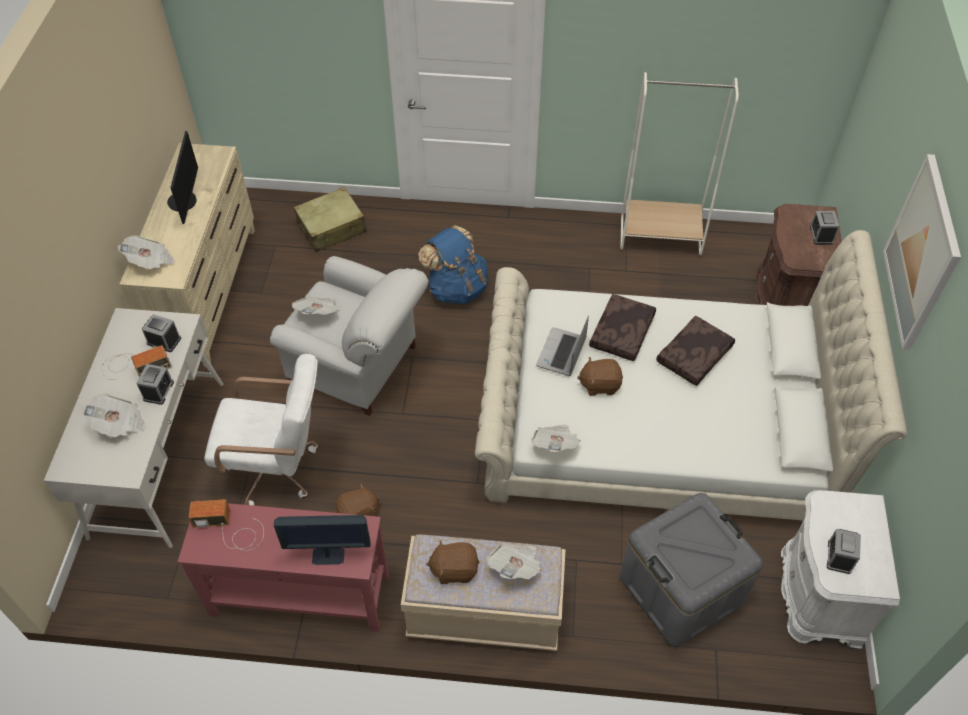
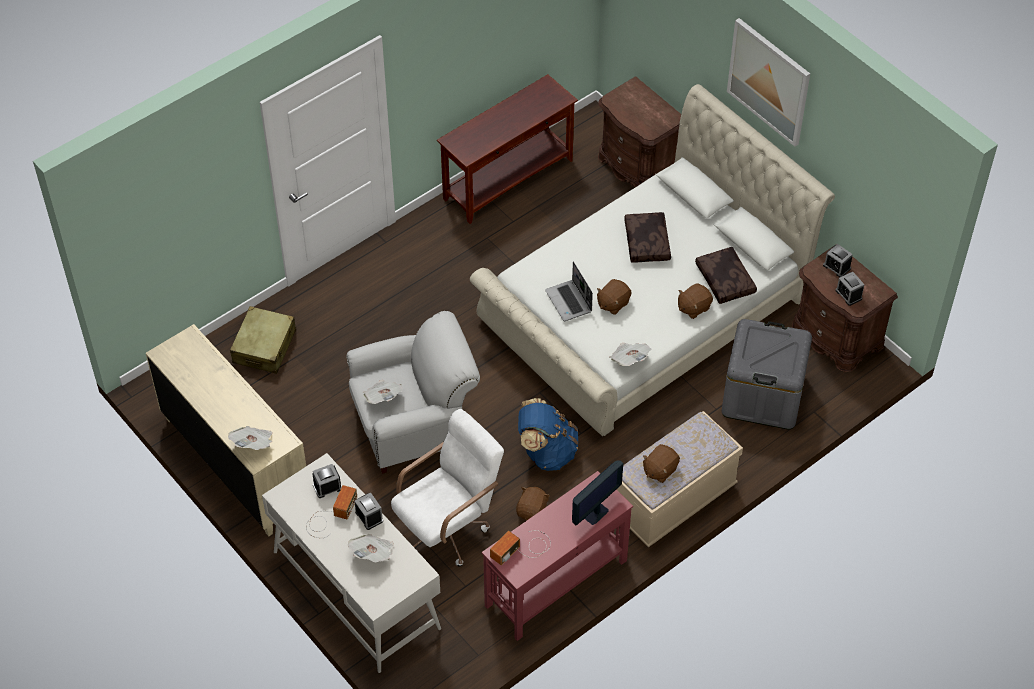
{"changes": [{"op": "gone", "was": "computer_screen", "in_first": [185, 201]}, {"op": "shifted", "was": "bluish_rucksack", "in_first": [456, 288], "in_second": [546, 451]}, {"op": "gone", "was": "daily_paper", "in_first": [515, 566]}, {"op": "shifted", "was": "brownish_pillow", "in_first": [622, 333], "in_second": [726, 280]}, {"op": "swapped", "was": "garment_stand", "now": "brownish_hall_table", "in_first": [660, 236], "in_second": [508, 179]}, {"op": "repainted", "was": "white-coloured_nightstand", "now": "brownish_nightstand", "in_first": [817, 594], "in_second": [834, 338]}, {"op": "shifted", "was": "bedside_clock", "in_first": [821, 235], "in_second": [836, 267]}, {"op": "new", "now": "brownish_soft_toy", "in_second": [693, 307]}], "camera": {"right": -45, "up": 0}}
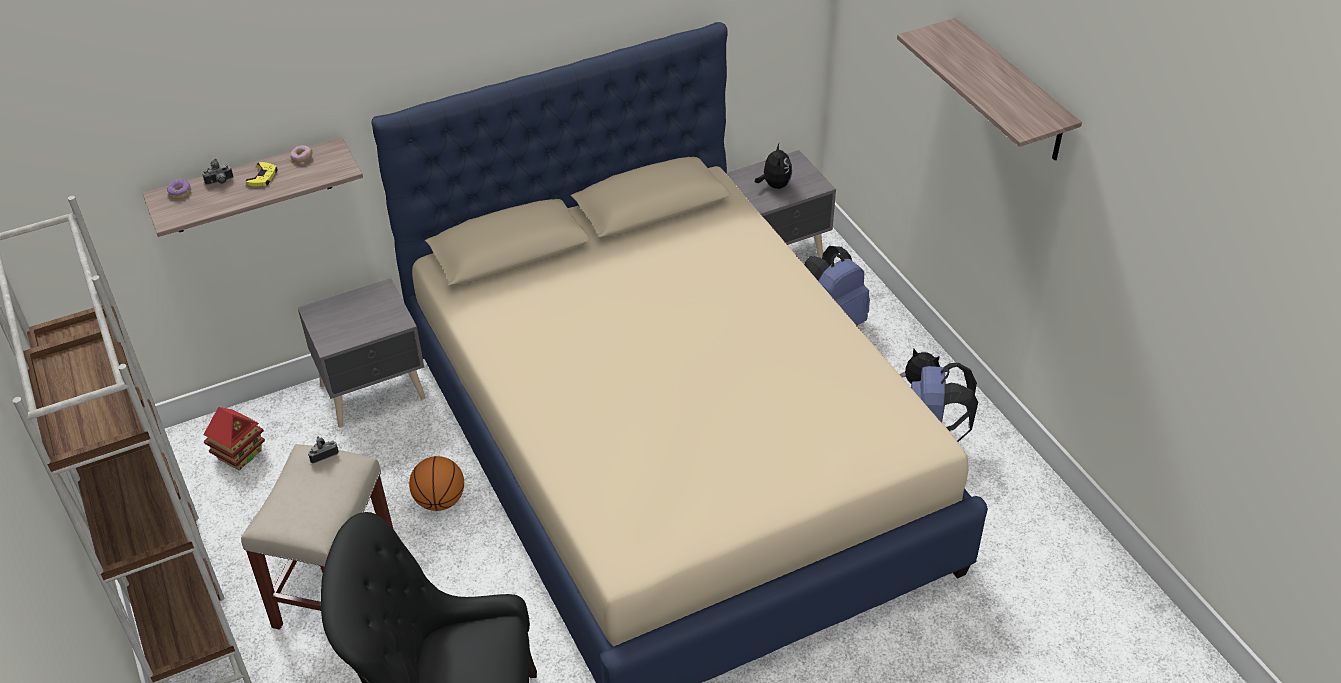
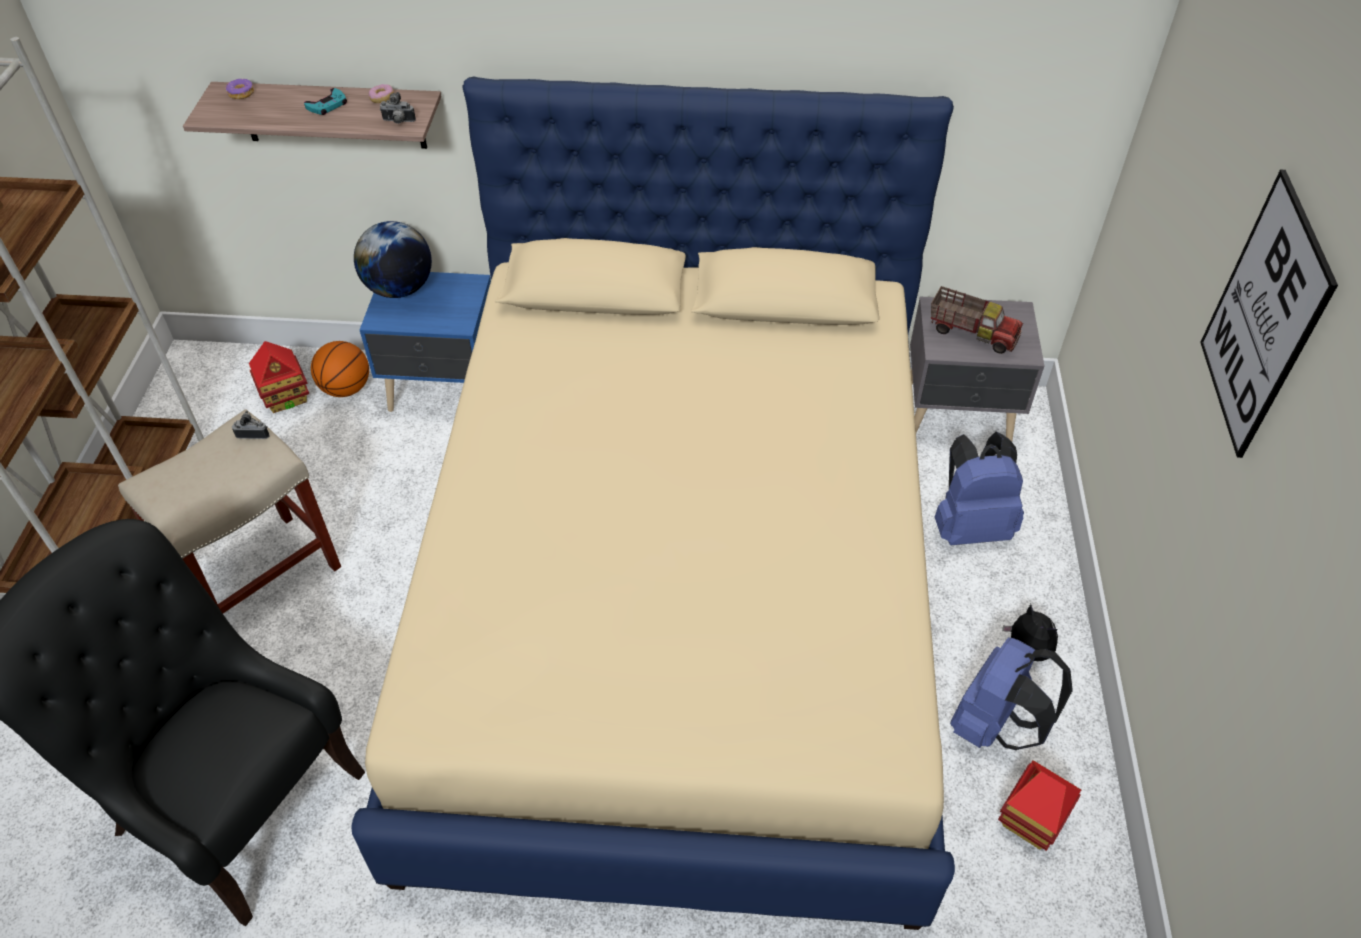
{"changes": [{"op": "shifted", "was": "photo_camera", "in_first": [220, 182], "in_second": [398, 122]}, {"op": "repainted", "was": "yellow-coloured_game_controller", "now": "turquoise-coloured_game_controller", "in_first": [263, 177], "in_second": [328, 105]}, {"op": "repainted", "was": "gray_nightstand", "now": "bluish_nightstand", "in_first": [375, 393], "in_second": [446, 390]}, {"op": "shifted", "was": "basketball", "in_first": [440, 500], "in_second": [346, 388]}, {"op": "swapped", "was": "soft_toy", "now": "model_truck", "in_first": [774, 185], "in_second": [972, 332]}, {"op": "swapped", "was": "wall_shelf", "now": "wall_picture", "in_first": [1011, 92], "in_second": [1263, 317]}, {"op": "new", "now": "world_globe", "in_second": [400, 289]}, {"op": "new", "now": "toy_house", "in_second": [1031, 820]}], "camera": {"right": 30, "up": 5}}
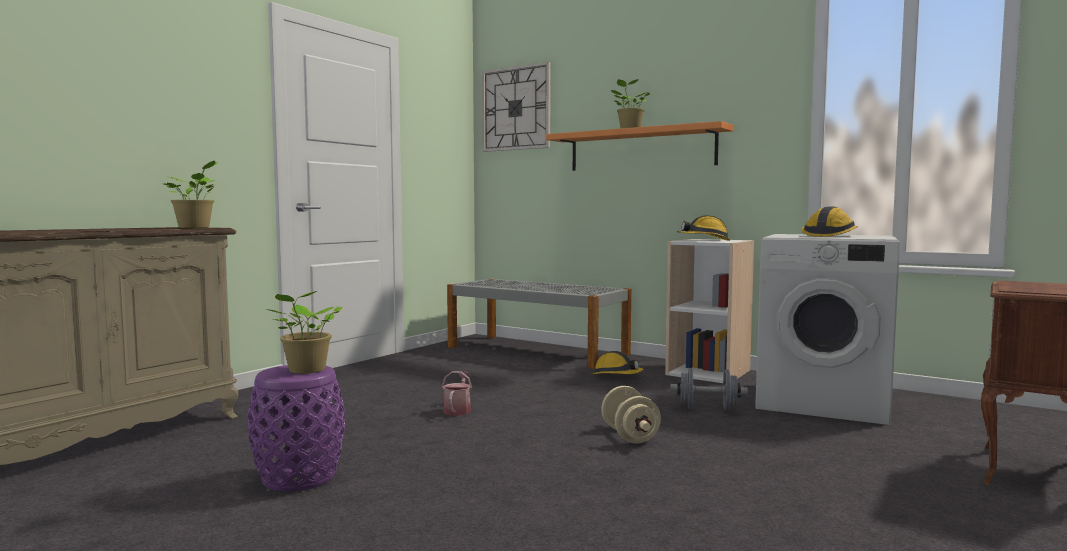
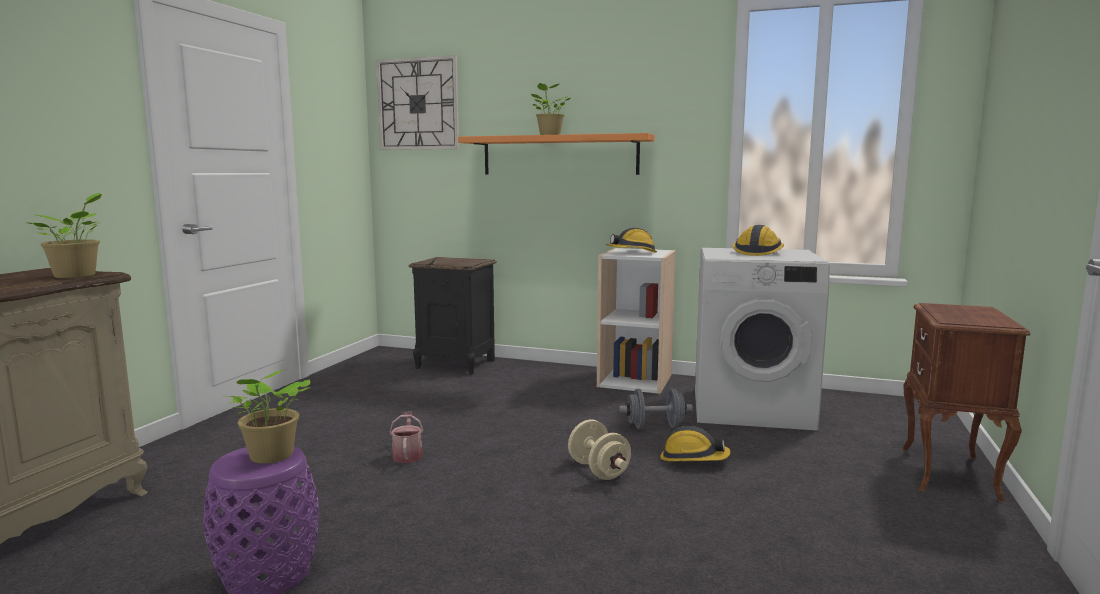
{"changes": [{"op": "swapped", "was": "gray_bench", "now": "black-coloured_nightstand", "in_first": [537, 351], "in_second": [455, 365]}, {"op": "shifted", "was": "hard_hat", "in_first": [616, 376], "in_second": [693, 459]}], "camera": {"right": -15, "up": 5}}
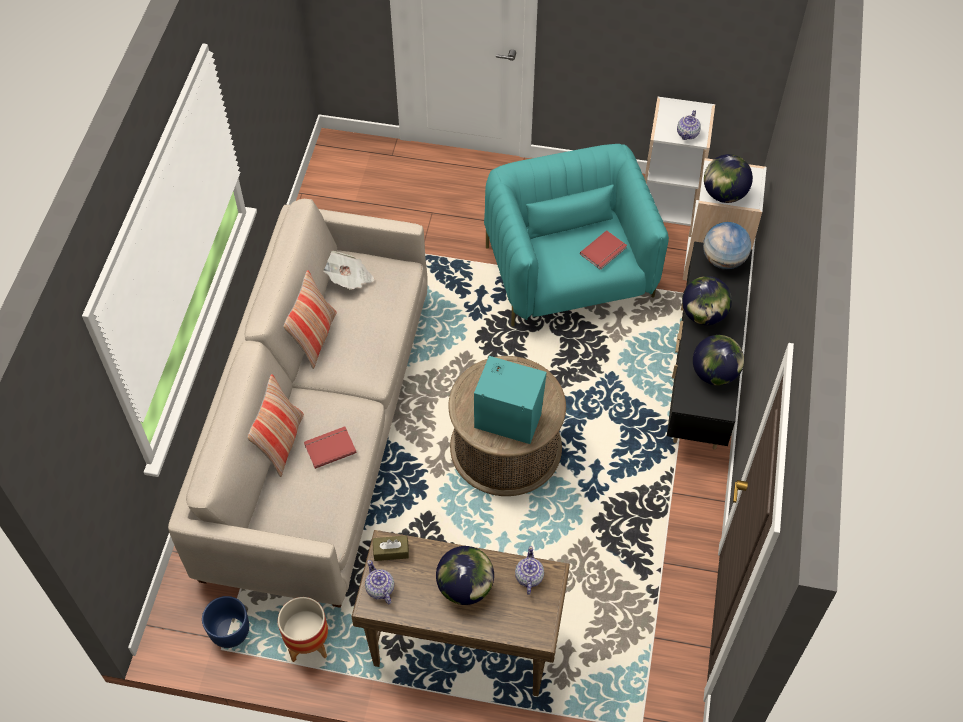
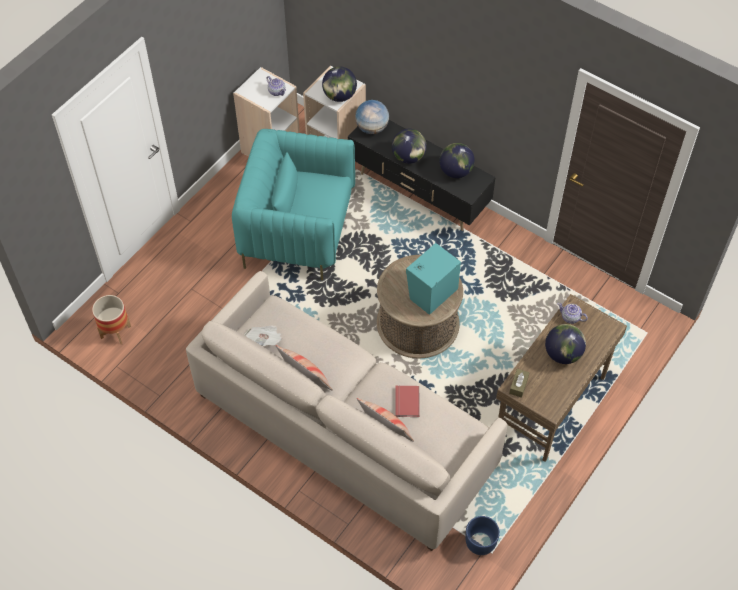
{"changes": [{"op": "shifted", "was": "plant_pot", "in_first": [308, 644], "in_second": [115, 332]}, {"op": "gone", "was": "teapot", "in_first": [380, 589]}, {"op": "gone", "was": "red-coloured_bound_book", "in_first": [604, 251]}], "camera": {"right": -65, "up": 0}}
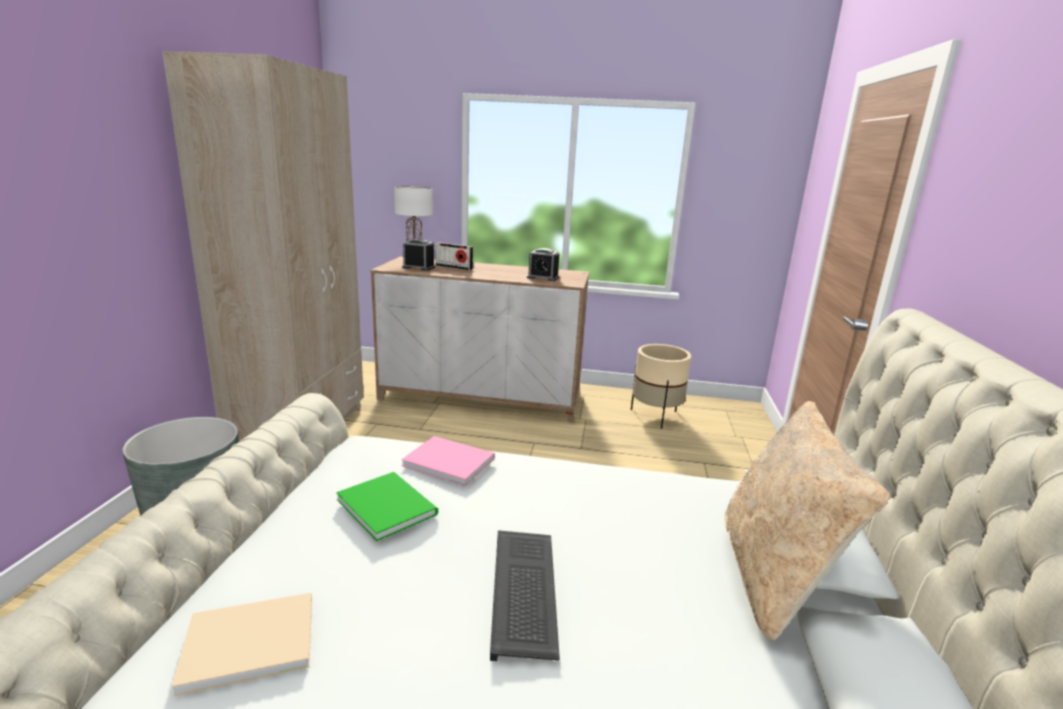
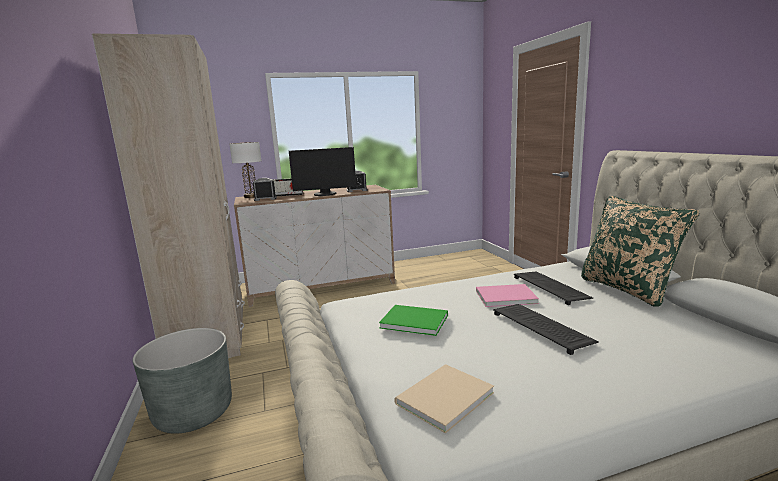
{"changes": [{"op": "shifted", "was": "pinkish_bound_book", "in_first": [448, 461], "in_second": [503, 296]}, {"op": "gone", "was": "sand-coloured_plant_pot", "in_first": [656, 416]}, {"op": "repainted", "was": "sand-coloured_pillow", "now": "greenish_pillow", "in_first": [770, 584], "in_second": [627, 291]}, {"op": "new", "now": "computer_screen", "in_second": [325, 194]}, {"op": "new", "now": "computer_keyboard", "in_second": [551, 288]}], "camera": {"right": -25, "up": -5}}
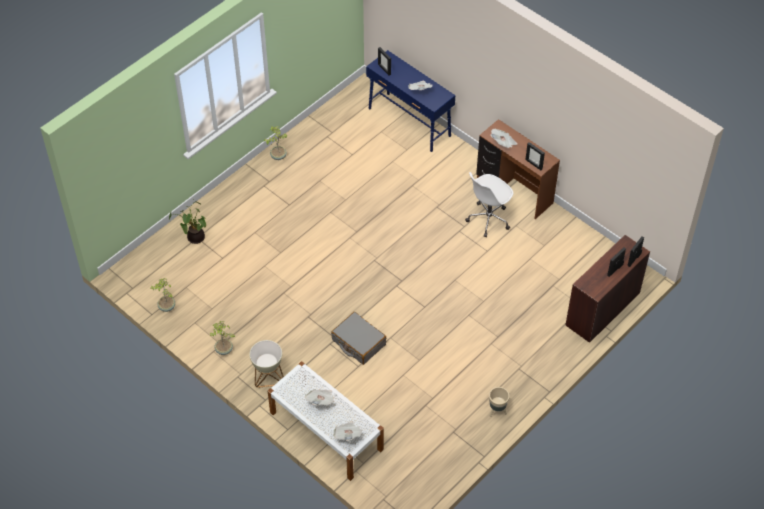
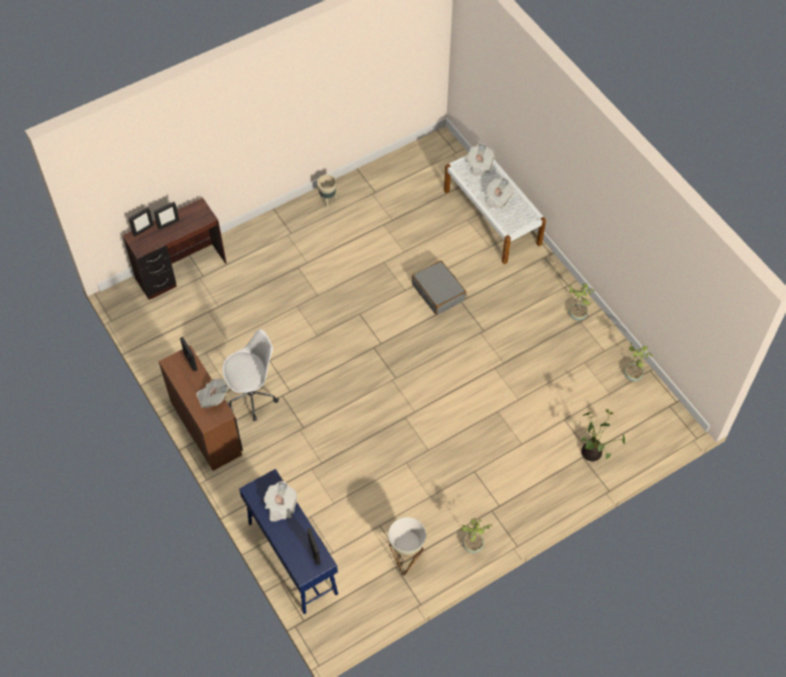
{"changes": [{"op": "shifted", "was": "plant_pot", "in_first": [268, 378], "in_second": [406, 556]}], "camera": {"right": -165, "up": 5}}
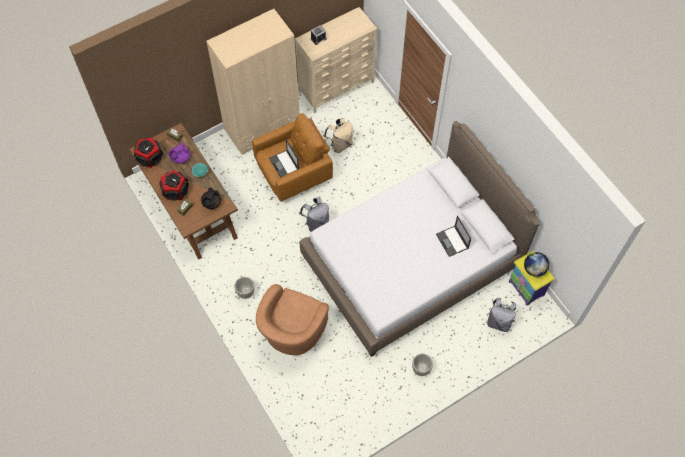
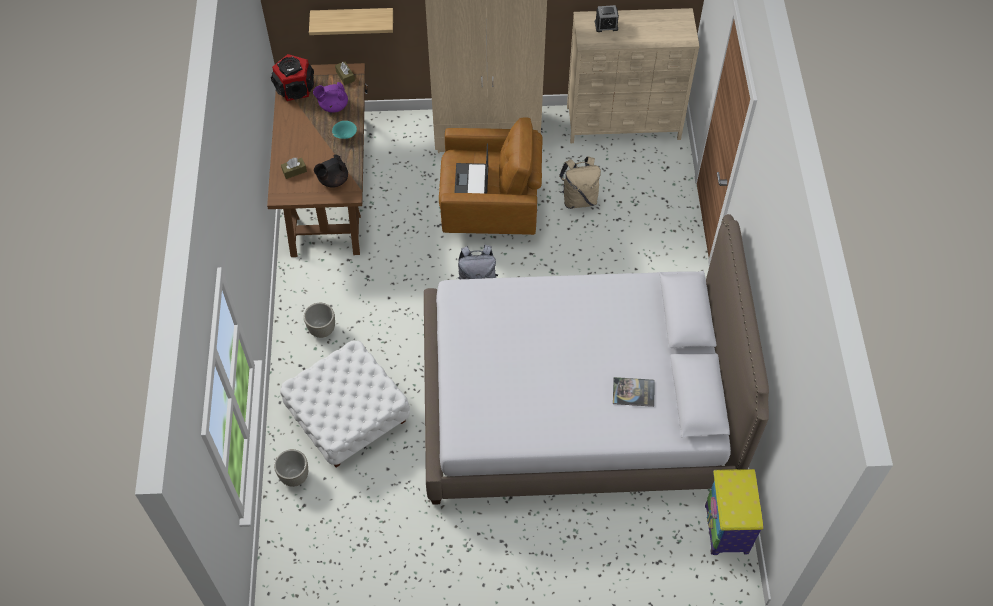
{"changes": [{"op": "gone", "was": "loudspeaker", "in_first": [175, 190]}, {"op": "swapped", "was": "brownish_easy_chair", "now": "white-coloured_footrest", "in_first": [292, 332], "in_second": [348, 414]}, {"op": "shifted", "was": "gray_plant_pot", "in_first": [421, 369], "in_second": [294, 476]}, {"op": "swapped", "was": "portable_computer", "now": "bound_book", "in_first": [452, 241], "in_second": [633, 392]}, {"op": "gone", "was": "gray_rucksack", "in_first": [499, 321]}, {"op": "gone", "was": "world_globe", "in_first": [534, 269]}, {"op": "new", "now": "wall_shelf", "in_second": [352, 19]}], "camera": {"right": 30, "up": -5}}
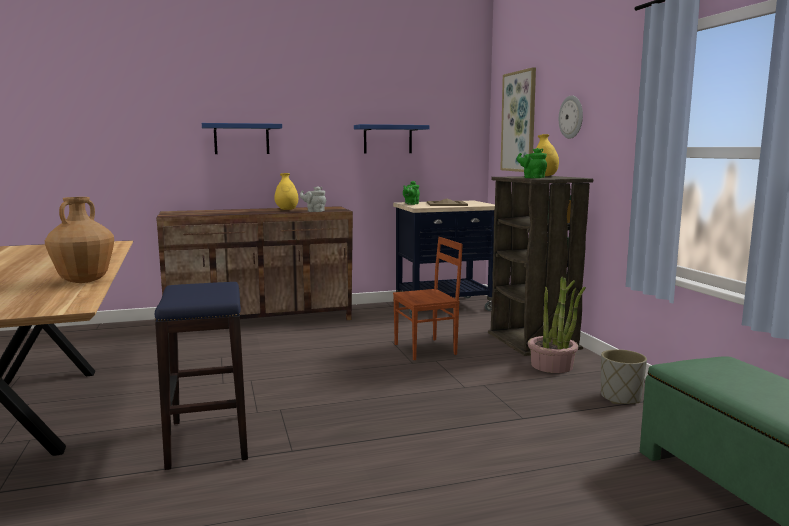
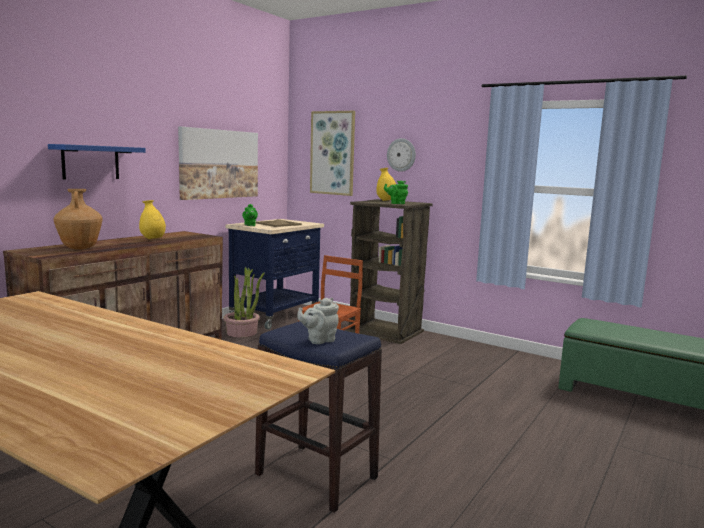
{"changes": [{"op": "shifted", "was": "brownish_vase", "in_first": [84, 281], "in_second": [80, 248]}, {"op": "shifted", "was": "gray_teapot", "in_first": [314, 211], "in_second": [319, 340]}, {"op": "swapped", "was": "bluish_wall_shelf", "now": "wall_picture", "in_first": [387, 139], "in_second": [219, 164]}, {"op": "shifted", "was": "potted_plant", "in_first": [552, 365], "in_second": [242, 332]}, {"op": "gone", "was": "gray_plant_pot", "in_first": [621, 398]}], "camera": {"right": -40, "up": 0}}
